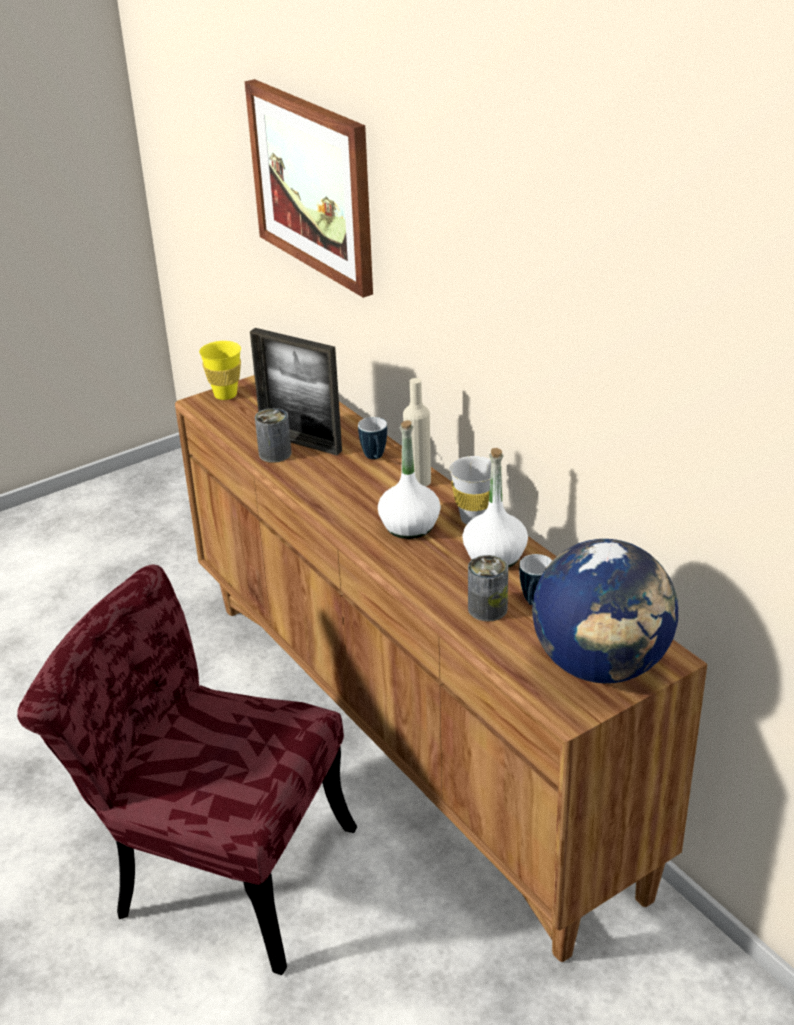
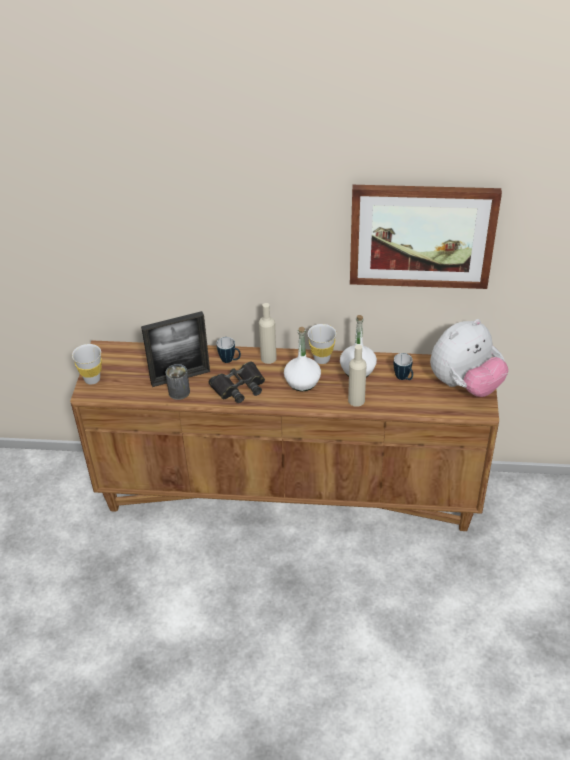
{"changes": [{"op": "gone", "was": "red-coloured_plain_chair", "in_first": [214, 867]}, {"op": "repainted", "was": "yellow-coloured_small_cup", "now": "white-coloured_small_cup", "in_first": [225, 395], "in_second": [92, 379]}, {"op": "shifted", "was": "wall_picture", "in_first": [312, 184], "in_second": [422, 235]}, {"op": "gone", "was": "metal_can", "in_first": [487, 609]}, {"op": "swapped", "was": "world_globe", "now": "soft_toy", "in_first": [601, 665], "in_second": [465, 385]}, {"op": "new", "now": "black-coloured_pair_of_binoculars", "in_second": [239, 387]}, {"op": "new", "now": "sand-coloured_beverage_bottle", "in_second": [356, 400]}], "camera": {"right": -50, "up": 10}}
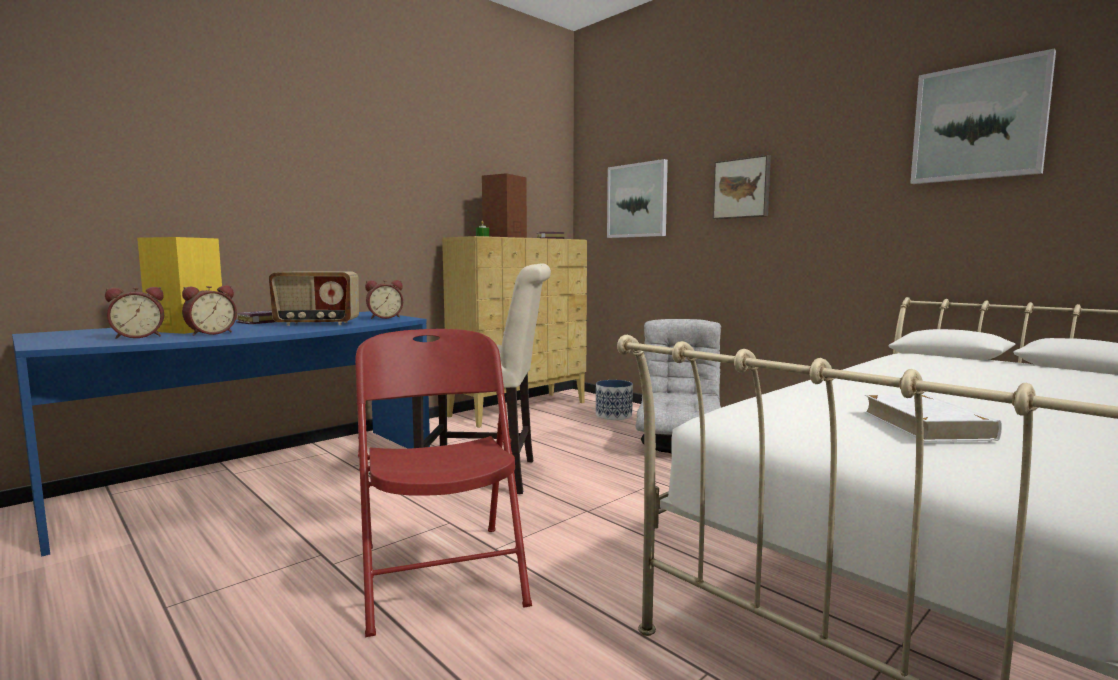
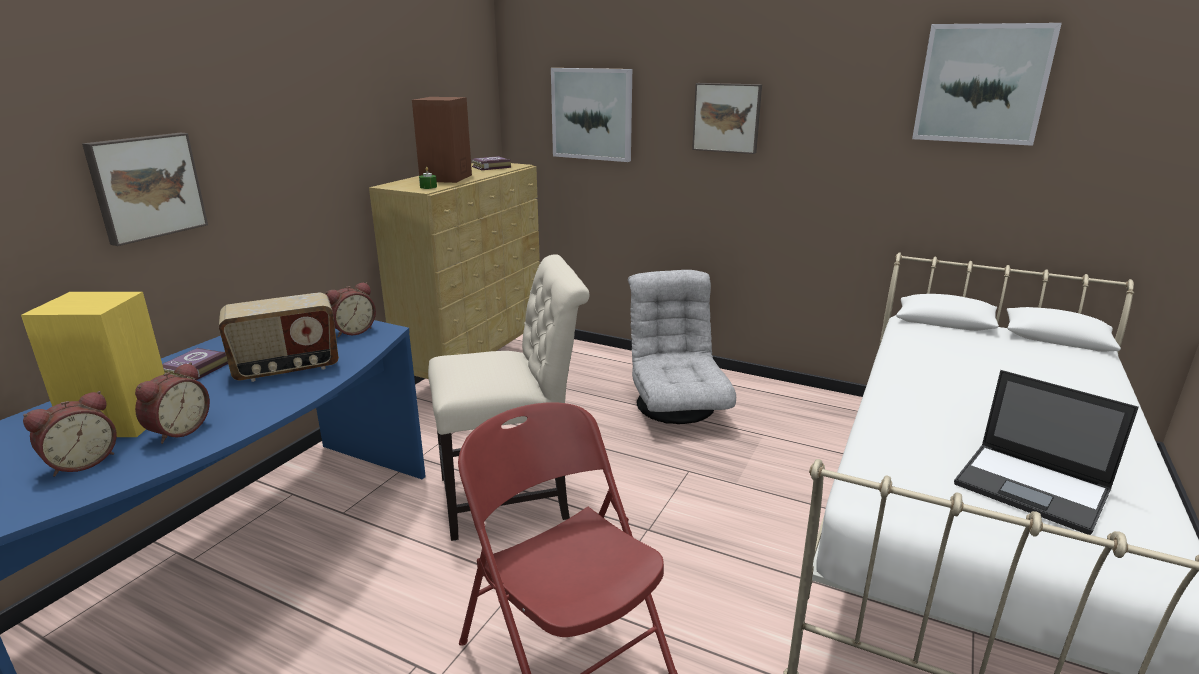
{"changes": [{"op": "gone", "was": "plant_pot", "in_first": [614, 415]}, {"op": "swapped", "was": "white-coloured_bound_book", "now": "portable_computer", "in_first": [926, 425], "in_second": [1033, 488]}, {"op": "new", "now": "wall_picture", "in_second": [146, 186]}], "camera": {"right": -20, "up": 15}}
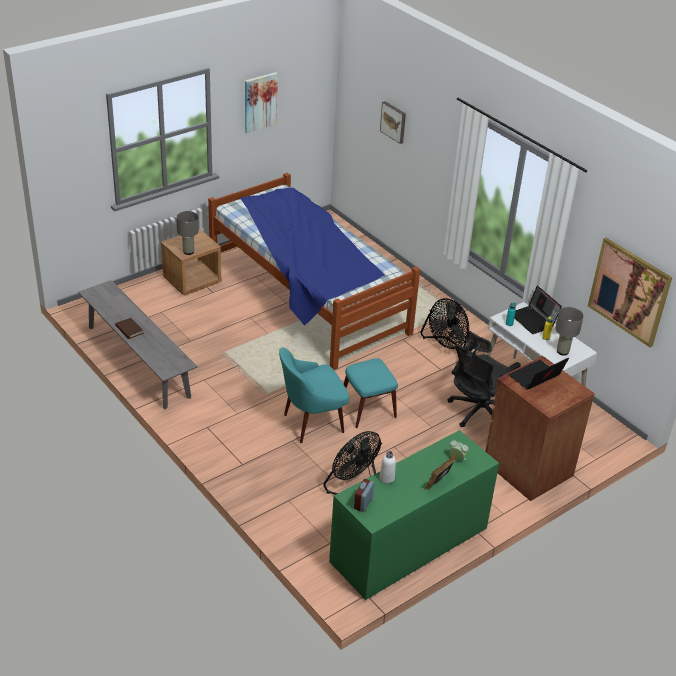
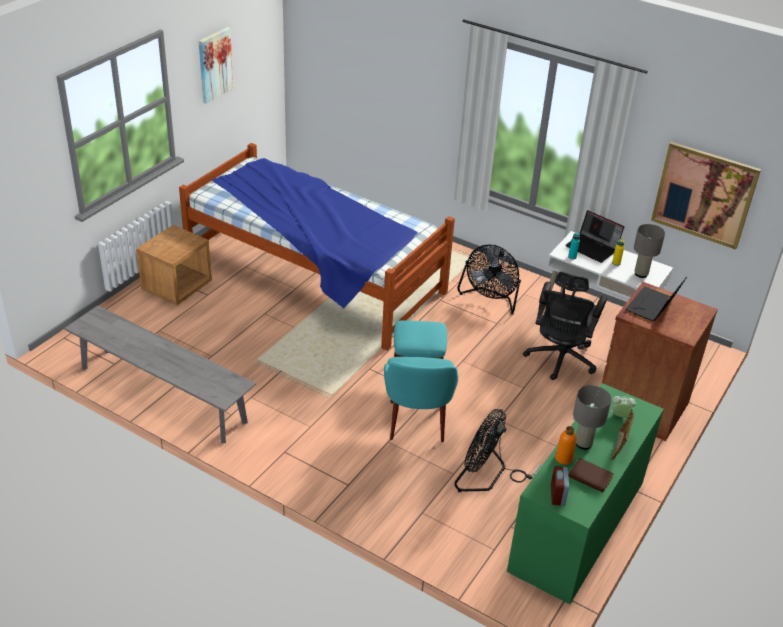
{"changes": [{"op": "shifted", "was": "brownish_bound_book", "in_first": [129, 330], "in_second": [590, 477]}, {"op": "shifted", "was": "gray_lamp_for_a_table", "in_first": [188, 252], "in_second": [583, 444]}, {"op": "rotated", "was": "turquoise-coloured_easy_chair", "in_first": [332, 419], "in_second": [417, 405], "clockwise": -45}, {"op": "gone", "was": "wall_picture", "in_first": [394, 122]}, {"op": "repainted", "was": "white-coloured_beverage_bottle", "now": "orange-coloured_beverage_bottle", "in_first": [387, 478], "in_second": [563, 458]}], "camera": {"right": -20, "up": 0}}
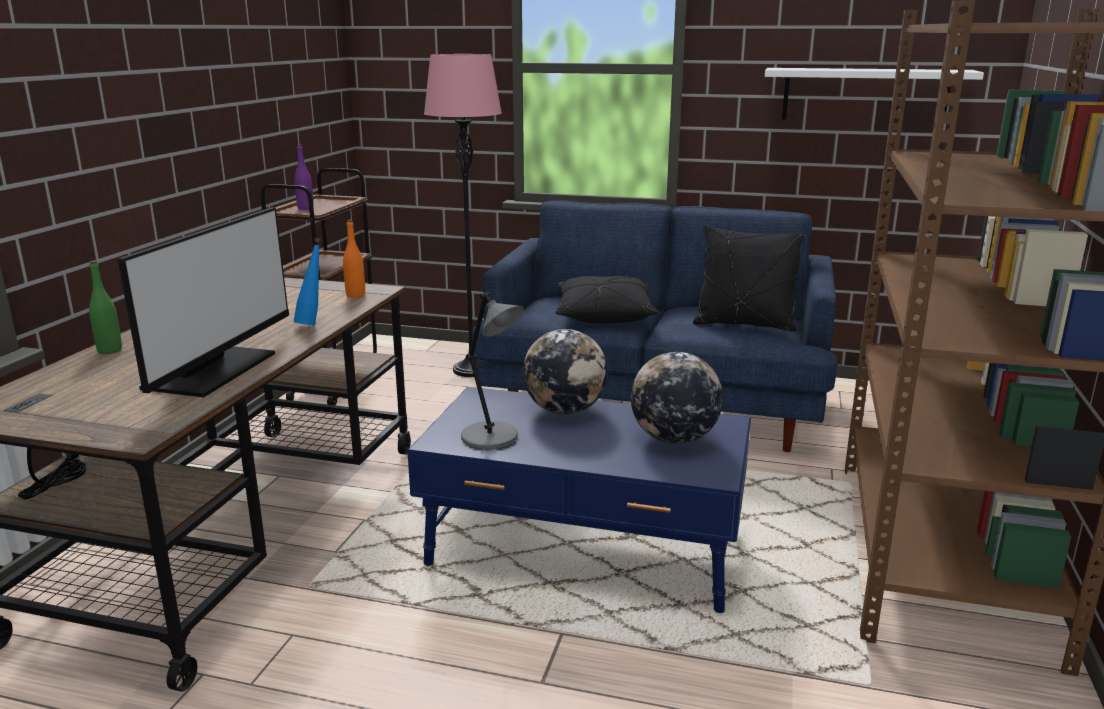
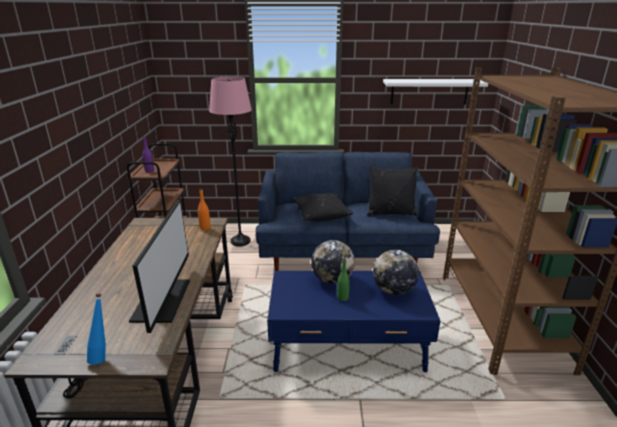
{"changes": [{"op": "shifted", "was": "greenish_beverage_bottle", "in_first": [110, 350], "in_second": [342, 298]}, {"op": "shifted", "was": "bluish_beverage_bottle", "in_first": [313, 324], "in_second": [102, 356]}, {"op": "gone", "was": "gray_lamp_for_a_table", "in_first": [492, 438]}], "camera": {"right": -15, "up": 5}}
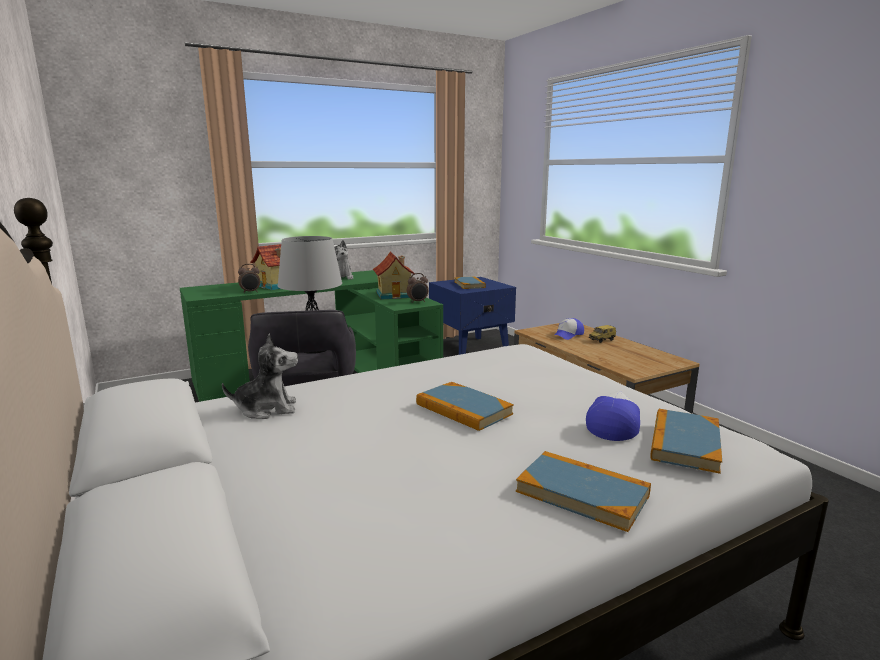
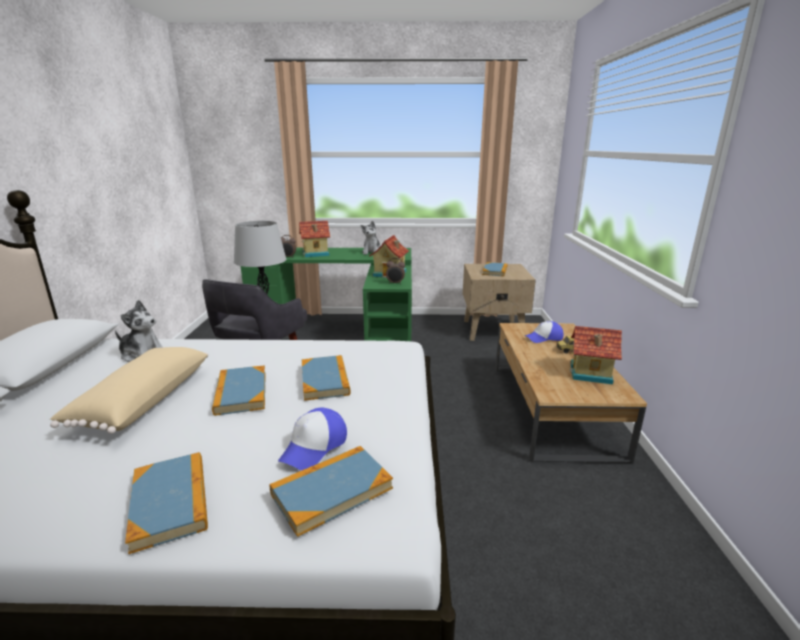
{"changes": [{"op": "repainted", "was": "bluish_nightstand", "now": "sand-coloured_nightstand", "in_first": [471, 348], "in_second": [493, 330]}, {"op": "rotated", "was": "cap", "in_first": [614, 424], "in_second": [314, 447], "clockwise": 150}, {"op": "new", "now": "sand-coloured_pillow", "in_second": [142, 401]}, {"op": "new", "now": "bound_book", "in_second": [325, 380]}, {"op": "new", "now": "toy_house", "in_second": [591, 374]}], "camera": {"right": 30, "up": 5}}
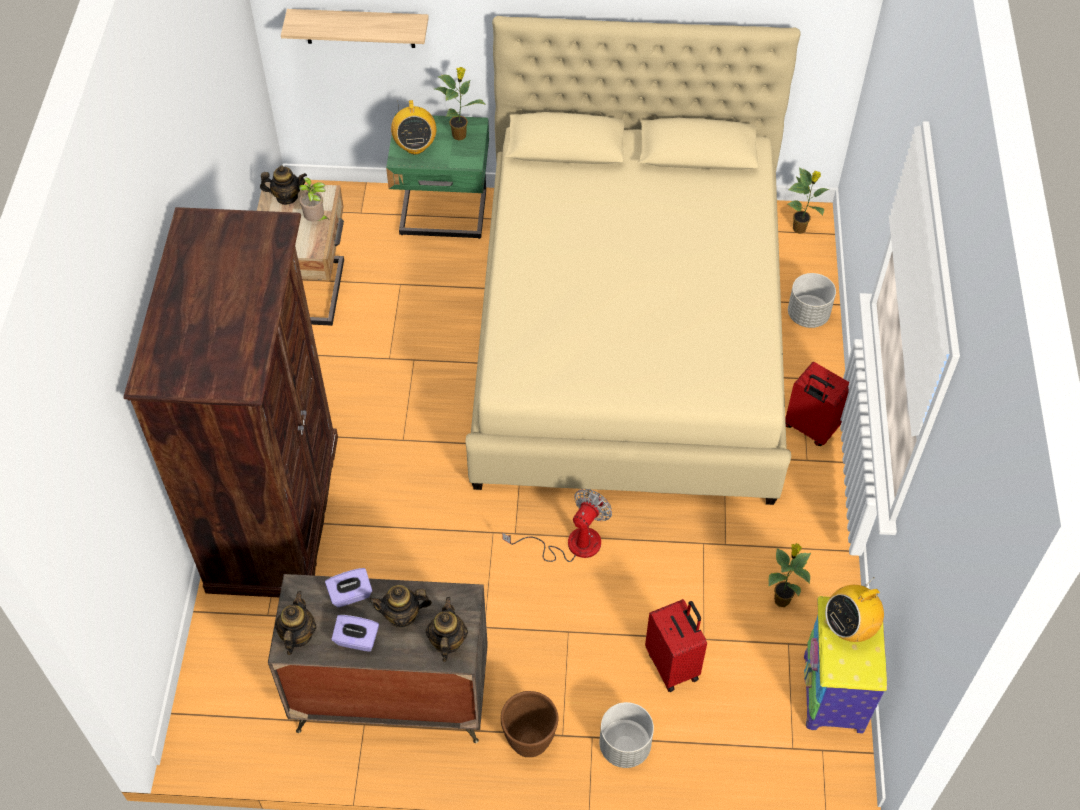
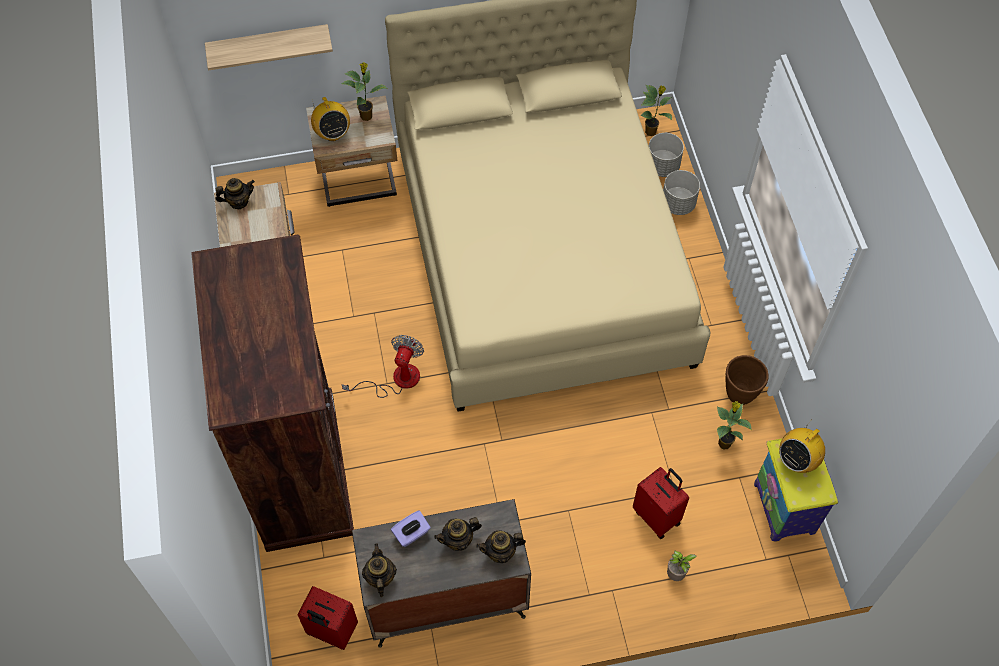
{"changes": [{"op": "shifted", "was": "potted_plant", "in_first": [316, 220], "in_second": [676, 575]}, {"op": "gone", "was": "purplish_tissue_holder", "in_first": [356, 640]}, {"op": "repainted", "was": "greenish_nightstand", "now": "sand-coloured_nightstand", "in_first": [443, 216], "in_second": [359, 182]}, {"op": "rotated", "was": "teapot", "in_first": [447, 641], "in_second": [501, 552], "clockwise": -90}, {"op": "shifted", "was": "brownish_plant_pot", "in_first": [529, 741], "in_second": [739, 394]}, {"op": "shifted", "was": "fan", "in_first": [571, 544], "in_second": [396, 380]}, {"op": "shifted", "was": "gray_plant_pot", "in_first": [625, 746], "in_second": [662, 166]}, {"op": "shifted", "was": "red-coloured_suitcase", "in_first": [810, 428], "in_second": [331, 631]}], "camera": {"right": -15, "up": 5}}
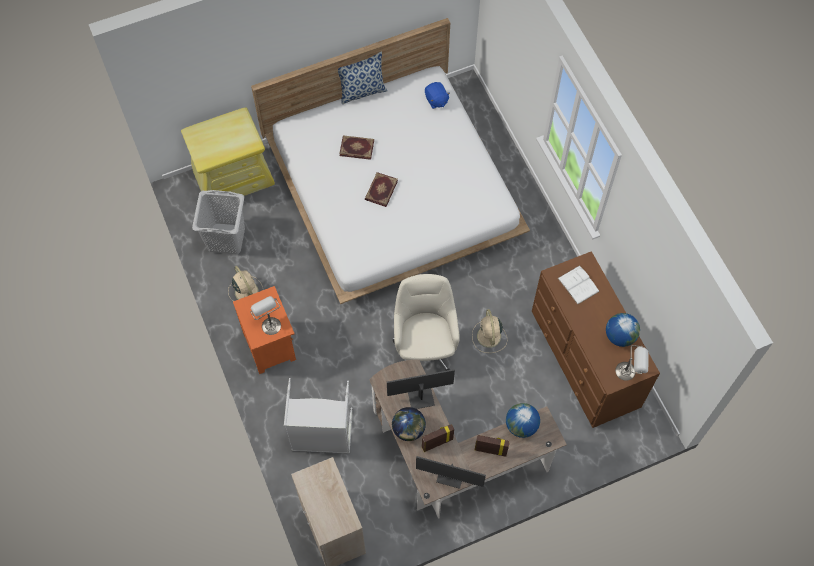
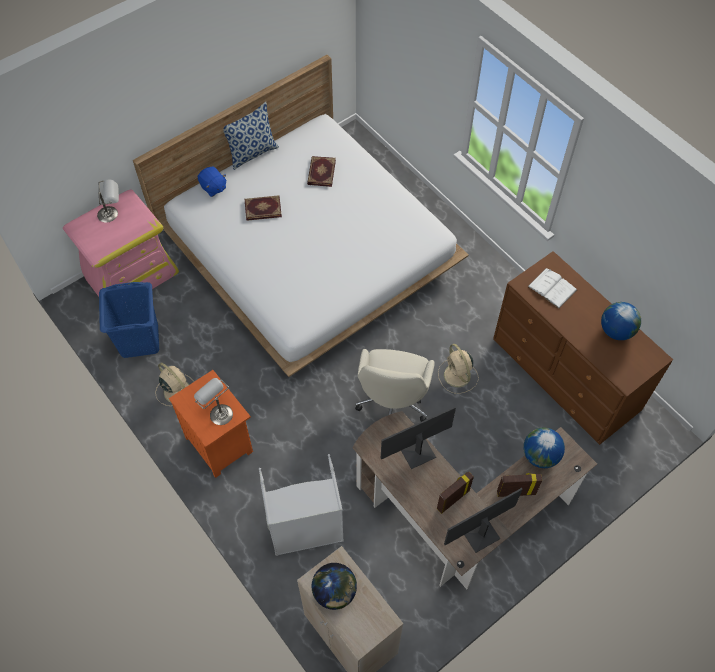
{"changes": [{"op": "repainted", "was": "yellow-coloured_nightstand", "now": "pinkish_nightstand", "in_first": [234, 178], "in_second": [133, 276]}, {"op": "repainted", "was": "gray_washing_basket", "now": "bluish_washing_basket", "in_first": [226, 238], "in_second": [140, 340]}, {"op": "shifted", "was": "bound_book", "in_first": [380, 190], "in_second": [321, 172]}, {"op": "shifted", "was": "world_globe", "in_first": [408, 429], "in_second": [334, 592]}, {"op": "rotated", "was": "sand-coloured_computer_chair", "in_first": [424, 348], "in_second": [392, 404], "clockwise": -150}, {"op": "rotated", "was": "computer_screen", "in_first": [450, 477], "in_second": [480, 535], "clockwise": 150}, {"op": "shifted", "was": "bluish_soft_toy", "in_first": [436, 100], "in_second": [213, 187]}, {"op": "shifted", "was": "white-coloured_lamp_for_a_table", "in_first": [629, 371], "in_second": [112, 213]}], "camera": {"right": -15, "up": -5}}
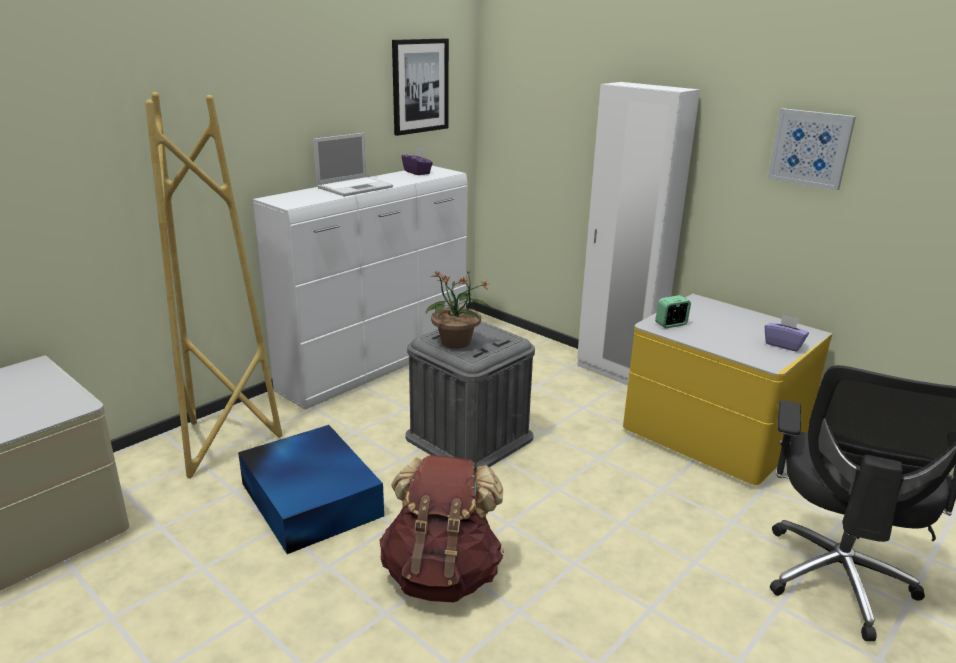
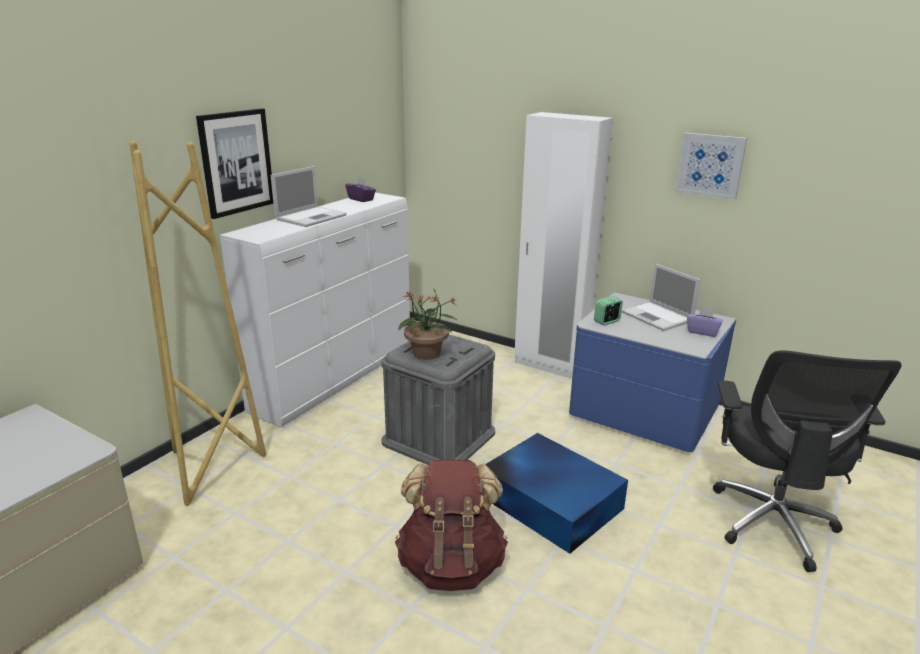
{"changes": [{"op": "shifted", "was": "bluish_storage_container", "in_first": [311, 498], "in_second": [550, 500]}, {"op": "shifted", "was": "wall_picture", "in_first": [420, 86], "in_second": [236, 162]}, {"op": "repainted", "was": "yellow-coloured_nightstand", "now": "bluish_nightstand", "in_first": [712, 435], "in_second": [643, 412]}, {"op": "new", "now": "portable_computer", "in_second": [658, 317]}], "camera": {"right": -10, "up": 0}}
